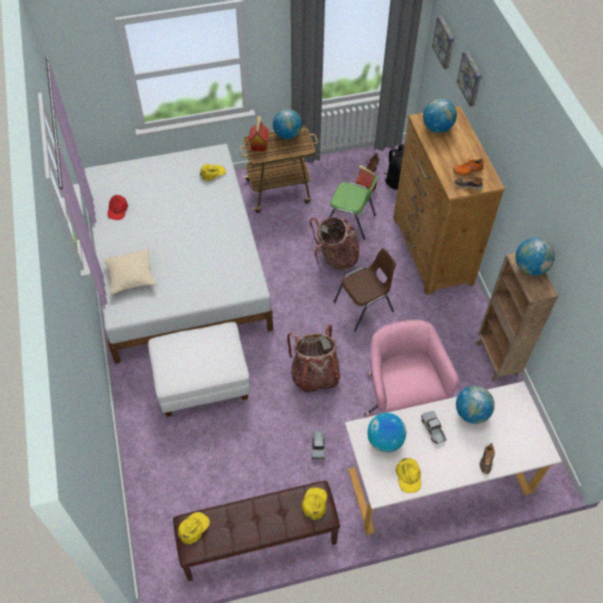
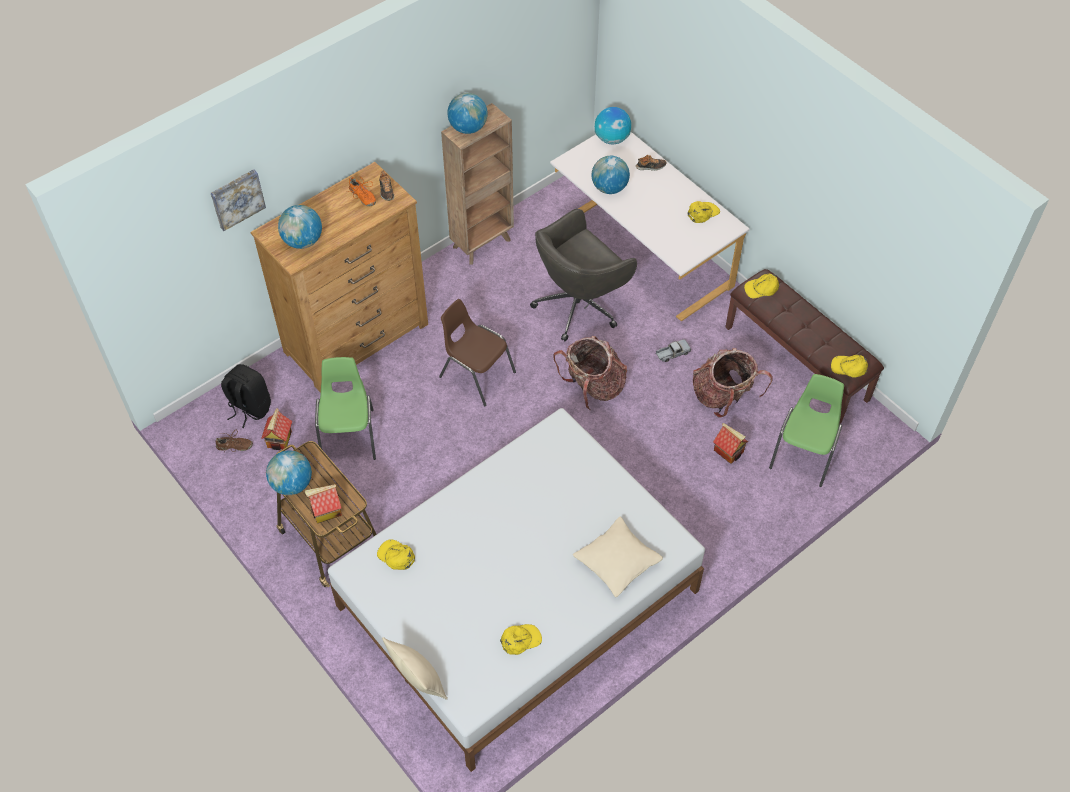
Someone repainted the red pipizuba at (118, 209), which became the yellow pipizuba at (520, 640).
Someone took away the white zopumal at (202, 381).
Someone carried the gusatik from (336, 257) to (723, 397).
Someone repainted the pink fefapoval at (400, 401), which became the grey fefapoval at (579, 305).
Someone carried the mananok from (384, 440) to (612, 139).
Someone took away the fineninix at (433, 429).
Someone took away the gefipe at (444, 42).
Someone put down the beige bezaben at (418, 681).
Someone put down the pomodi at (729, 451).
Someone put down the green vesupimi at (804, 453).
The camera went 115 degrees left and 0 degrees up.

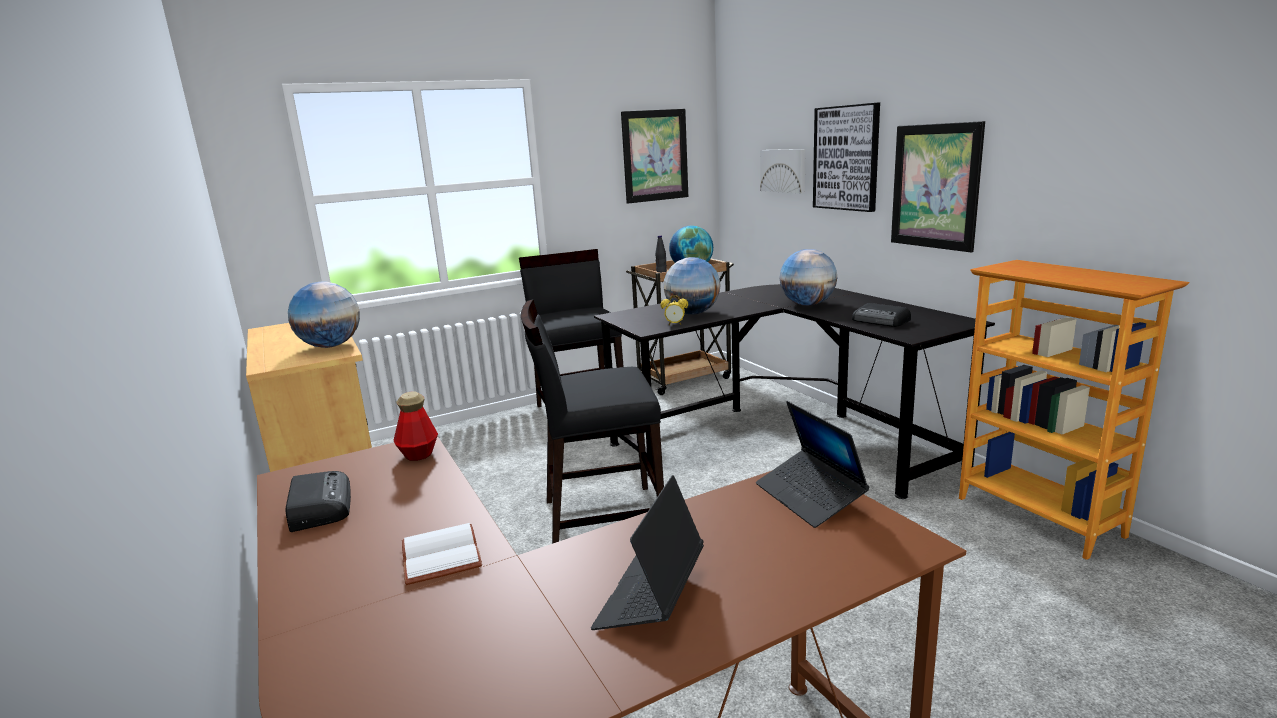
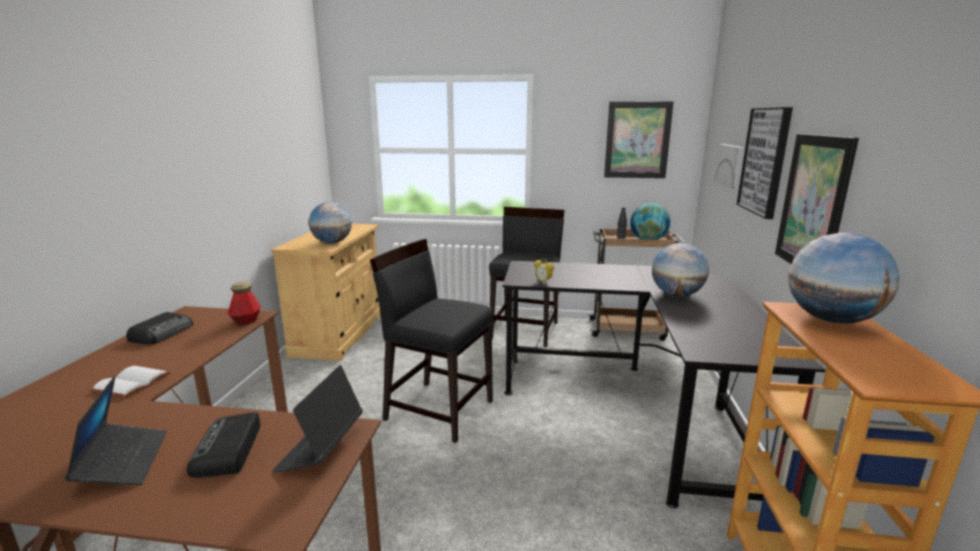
Someone rotated the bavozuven at (651, 598) by 105 degrees clockwise.
Someone carried the mananok from (693, 313) to (831, 320).
Someone carried the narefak from (881, 321) to (228, 451).
The camera went 35 degrees right and 0 degrees up.

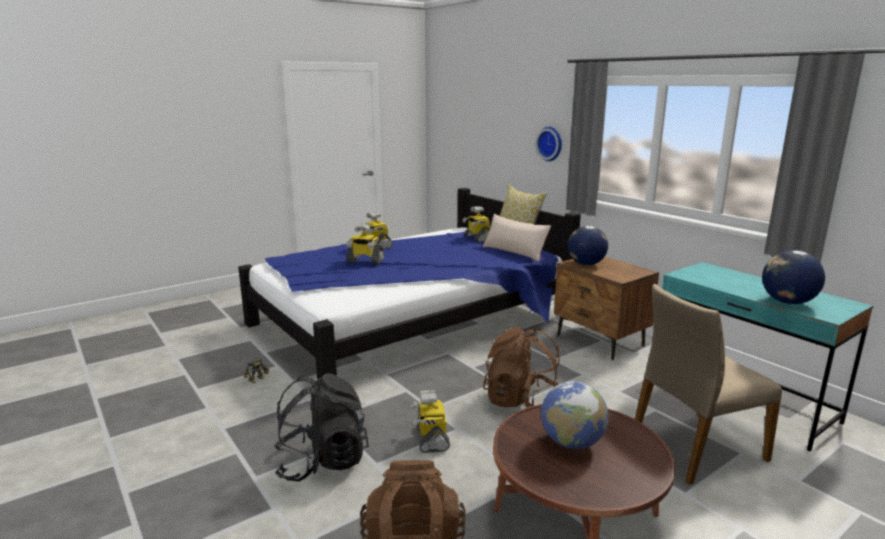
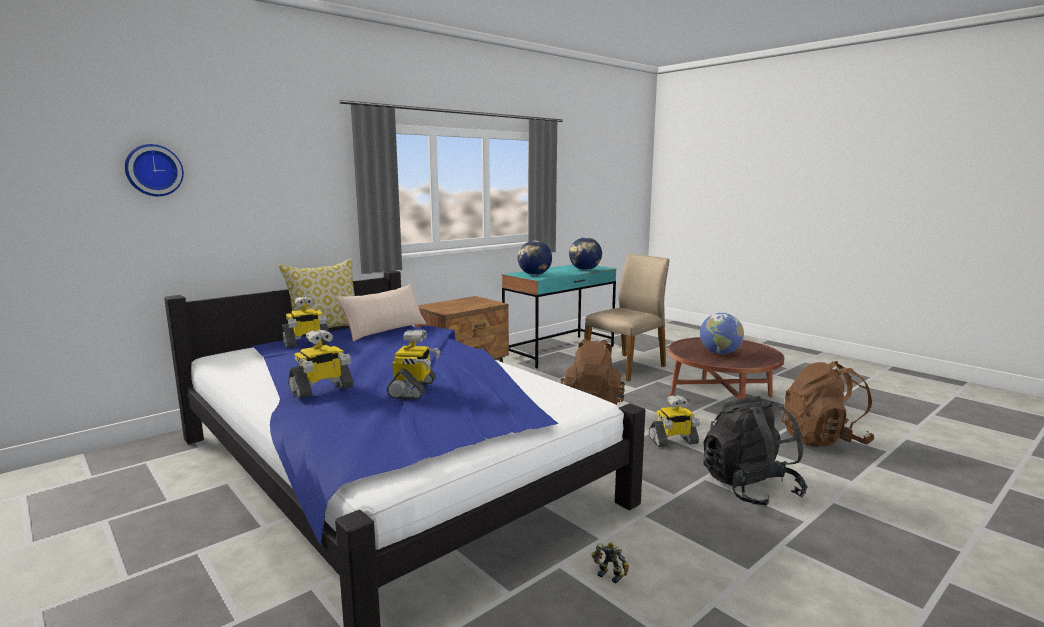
Someone carried the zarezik from (551, 143) to (153, 170).
Someone carried the mananok from (585, 264) to (534, 275).
Someone rotated the beige vesupimi at (695, 447) by 105 degrees counterclockwise.
The camera went 95 degrees left and 5 degrees down.

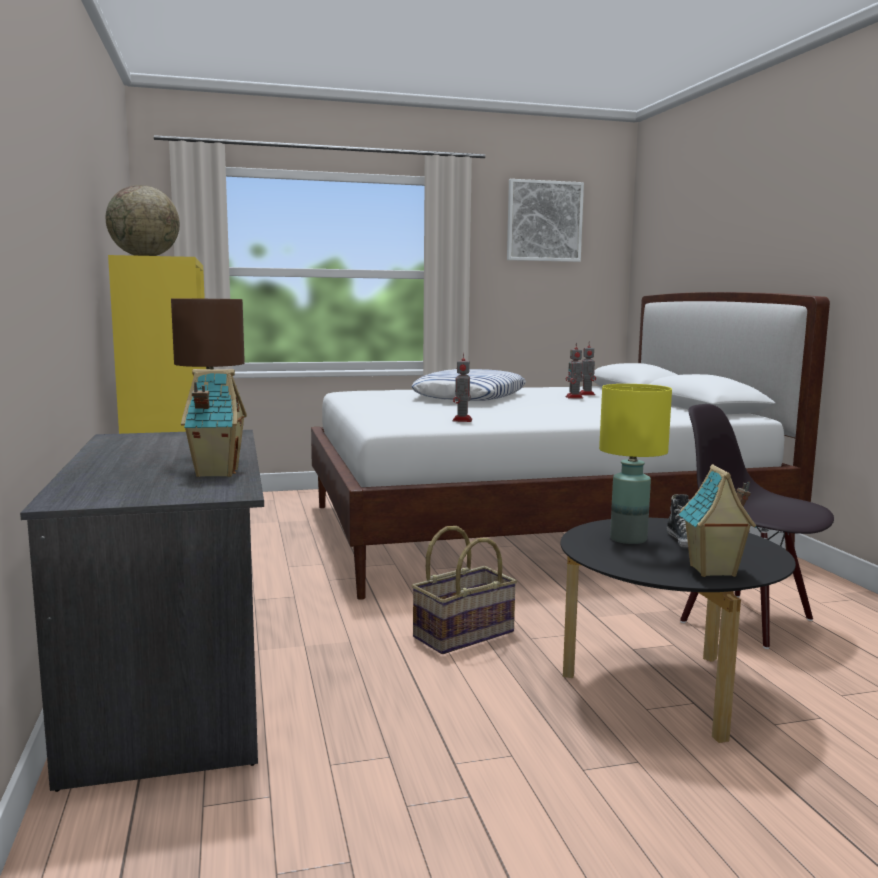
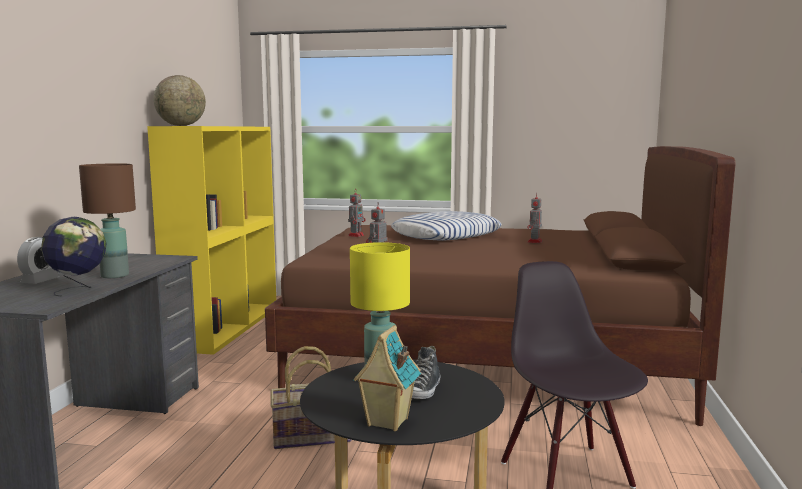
Someone swapped the pomodi at (215, 473) for the mananok at (78, 290).
Someone repainted the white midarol at (532, 532), which became the brown midarol at (485, 357).
Someone took away the gefipe at (544, 221).
Someone carried the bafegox from (586, 394) to (356, 235).
Someone put down the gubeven at (40, 281).
The camera went 25 degrees right and 0 degrees up.

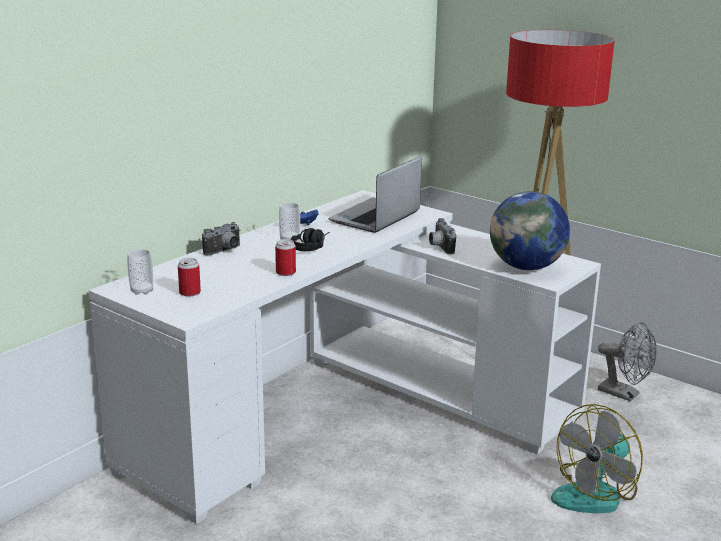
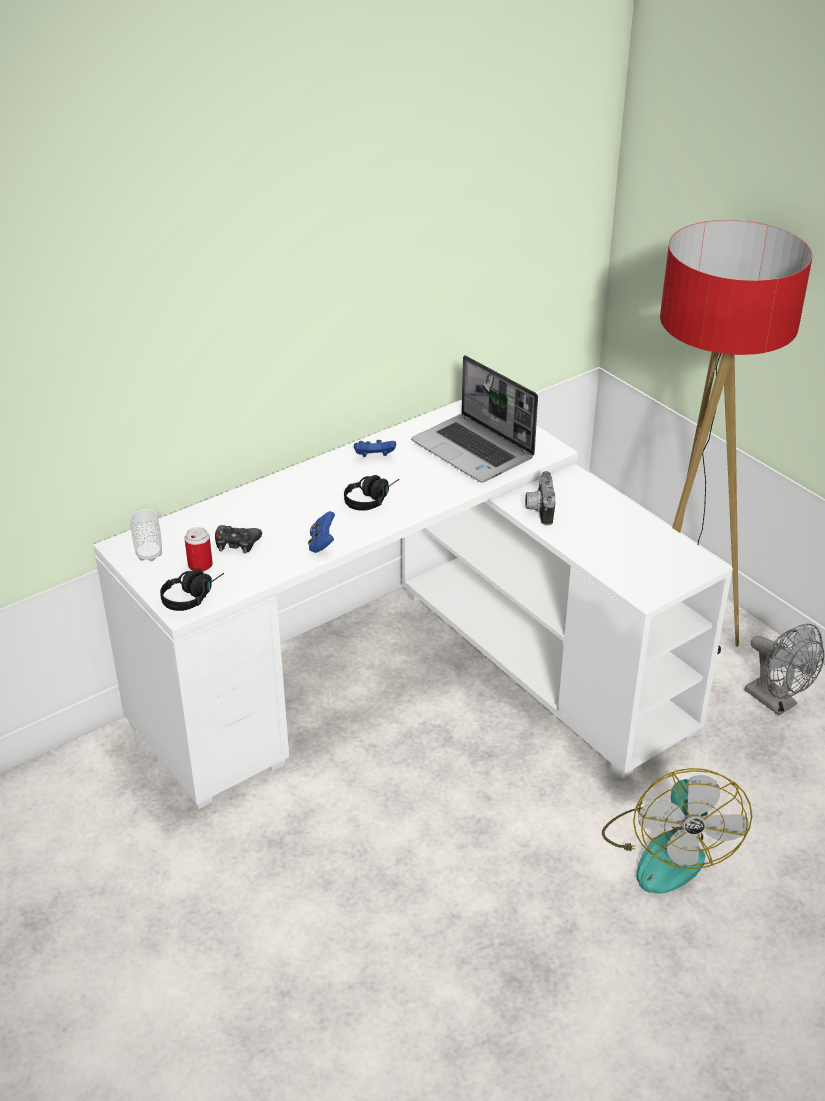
Someone took away the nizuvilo at (225, 251).
Someone swapped the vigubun at (285, 272) for the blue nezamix at (322, 543).
Someone took away the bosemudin at (289, 239).
Someone rotated the bavozuven at (375, 218) by 90 degrees counterclockwise.
Someone took away the mananok at (526, 267).
Someone rotated the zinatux at (596, 493) by 60 degrees counterclockwise.
Someone put down the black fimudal at (193, 595).
Someone put down the black nezamix at (237, 543).
The camera went 15 degrees right and 15 degrees up.

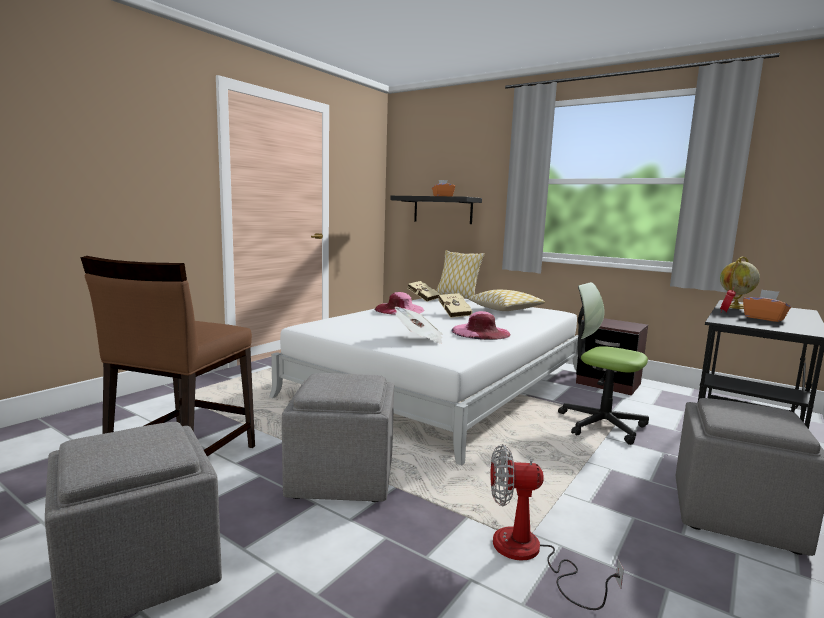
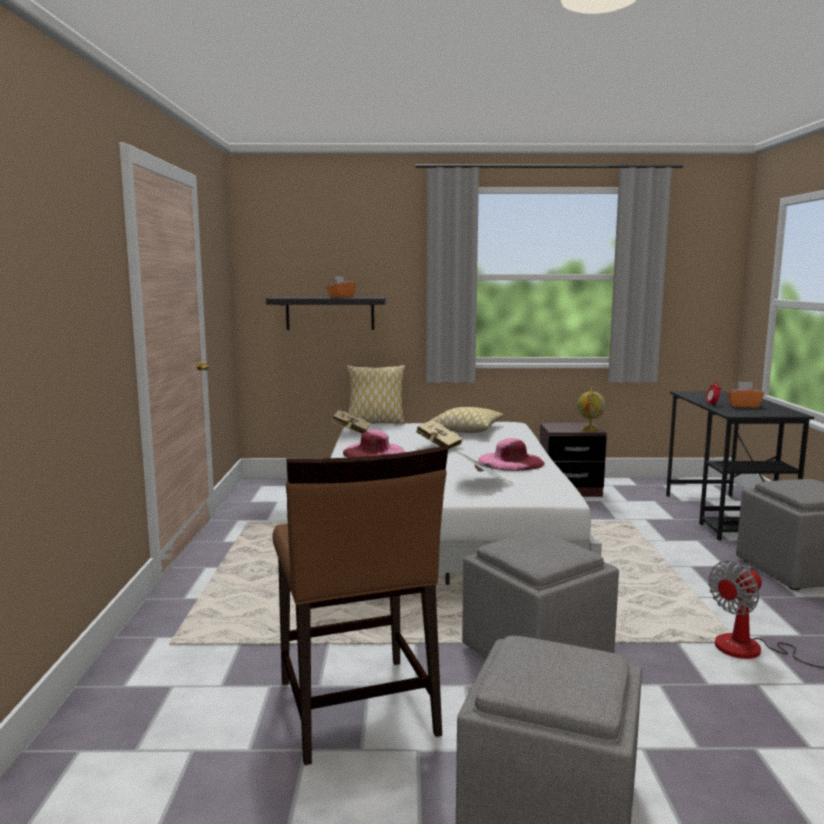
Someone took away the fefapoval at (601, 424).
Someone carried the mananok from (735, 307) to (590, 429).
The camera went 35 degrees left and 0 degrees up.

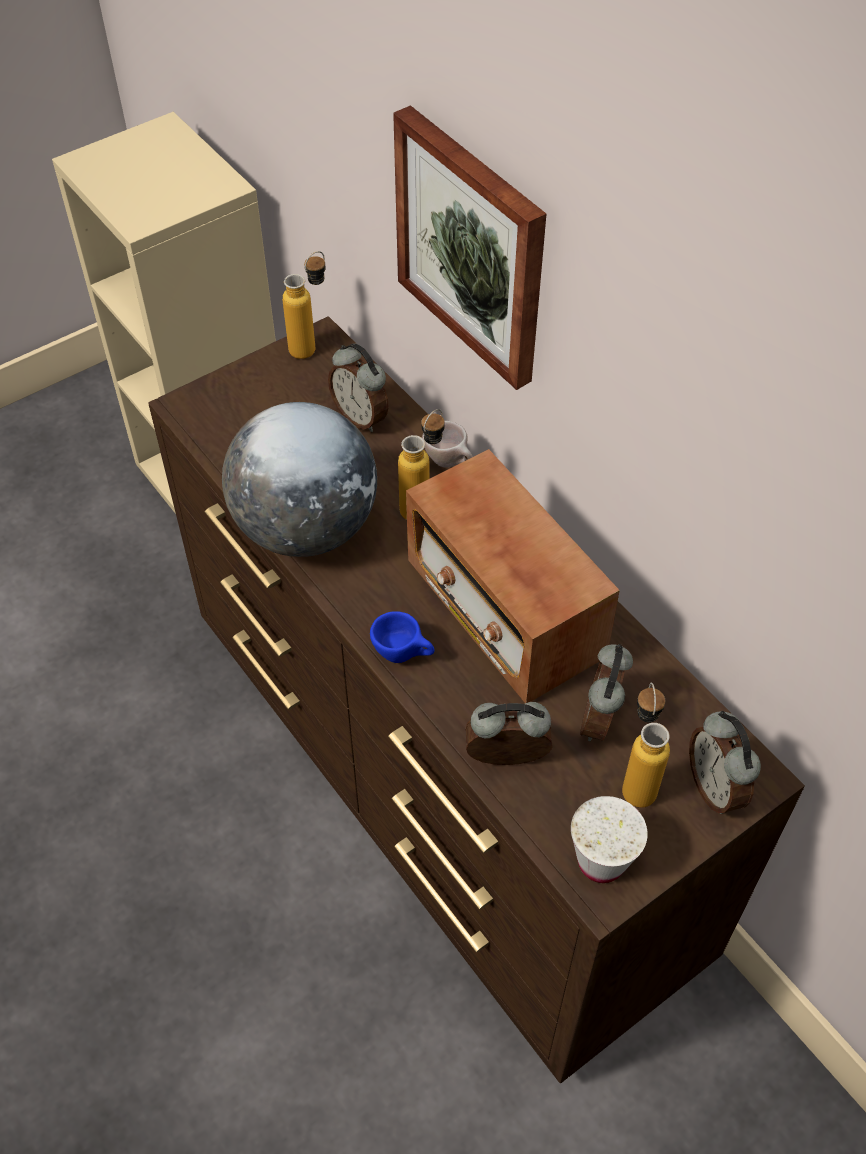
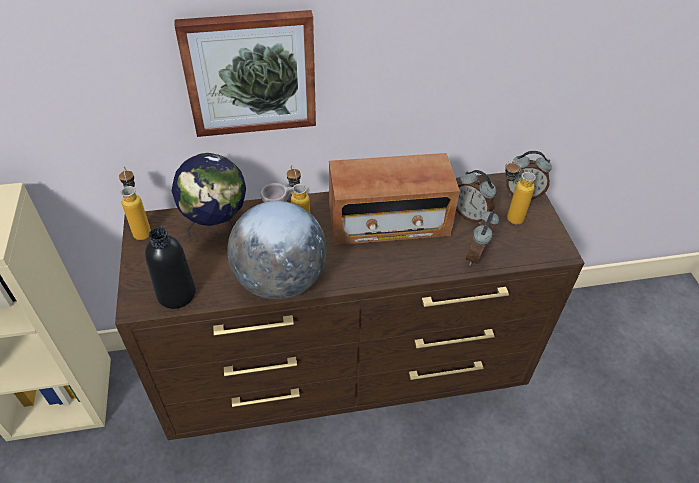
Someone swapped the gubeven at (361, 417) for the mananok at (217, 227).
Someone took away the blue bosemudin at (403, 654).
Someone took away the white bosemudin at (601, 862).
Someone put down the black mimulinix at (176, 294).
The camera went 65 degrees left and 5 degrees down.

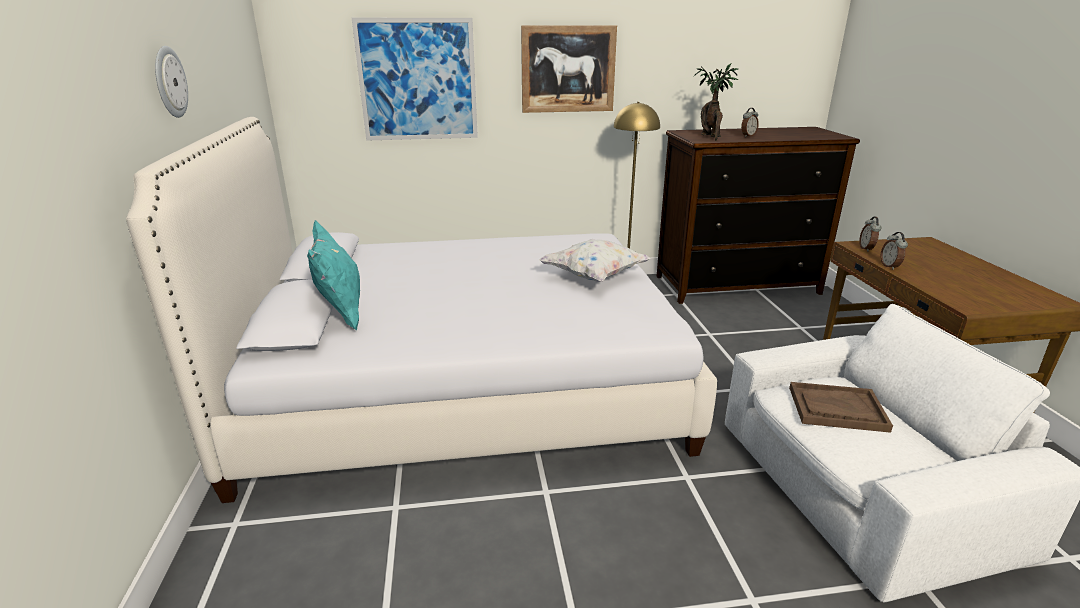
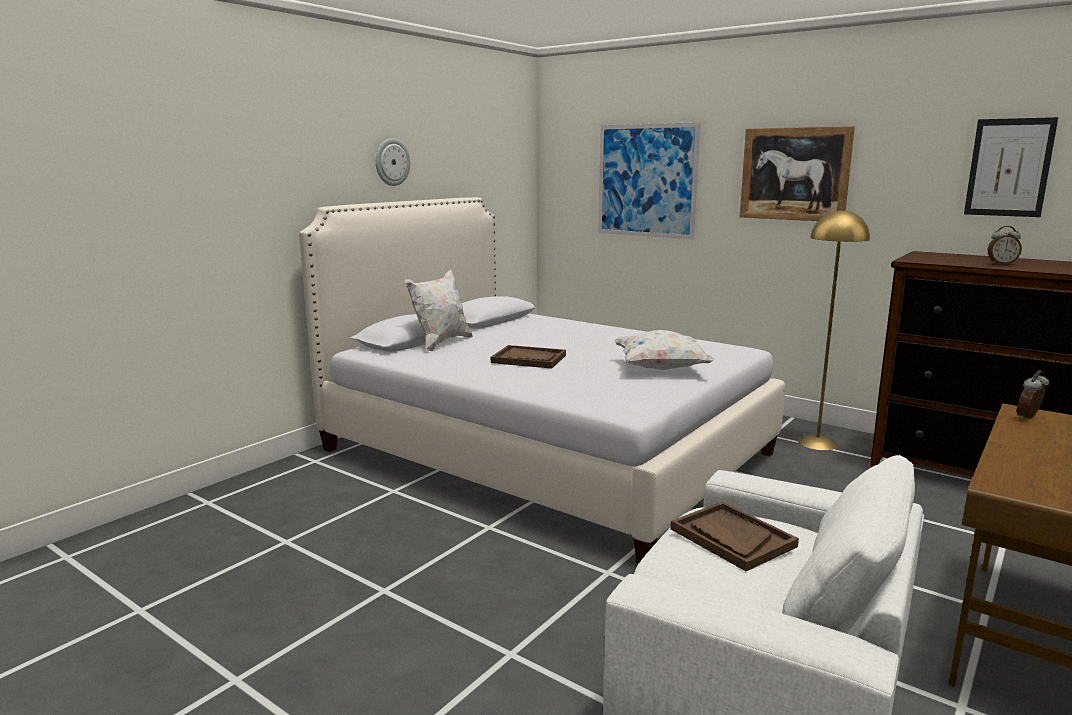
Someone repainted the turquoise bezaben at (341, 314), which became the white bezaben at (441, 343).
Someone took away the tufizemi at (711, 137).
Someone took away the gubeven at (890, 266).
Someone put down the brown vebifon at (529, 359).
Someone put up the gefipe at (1009, 167).
The camera went 45 degrees right and 10 degrees down.

